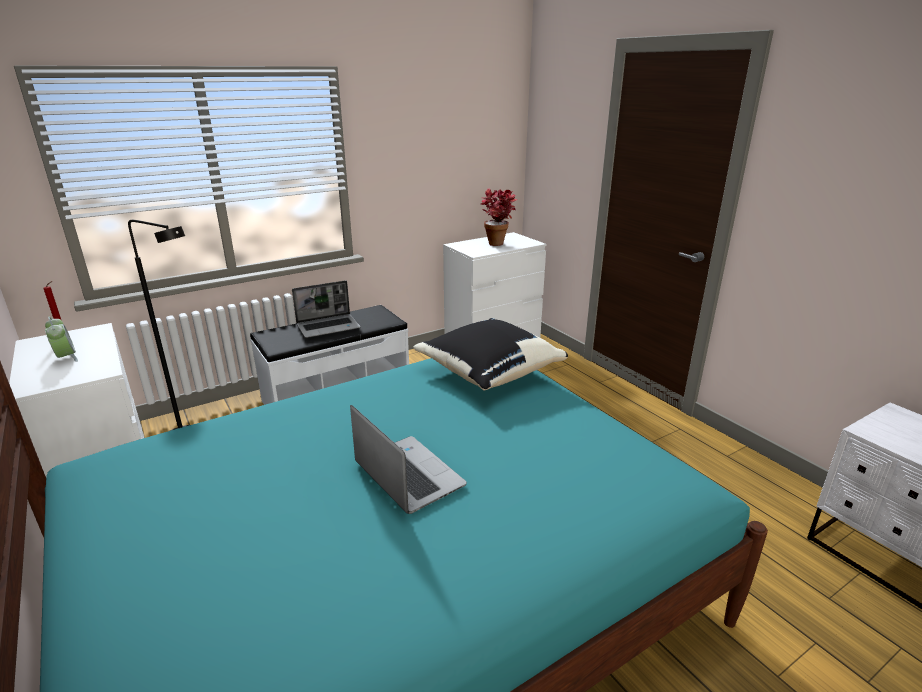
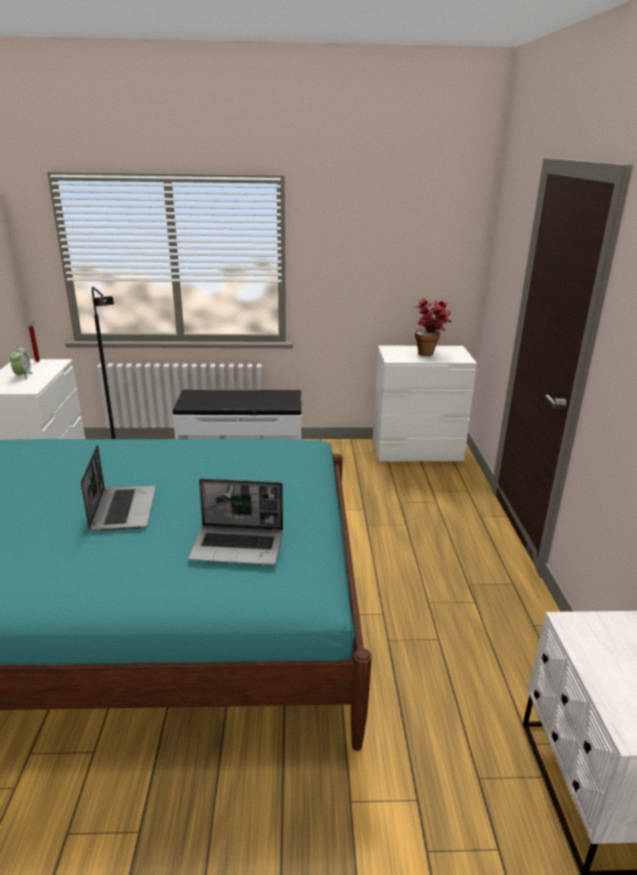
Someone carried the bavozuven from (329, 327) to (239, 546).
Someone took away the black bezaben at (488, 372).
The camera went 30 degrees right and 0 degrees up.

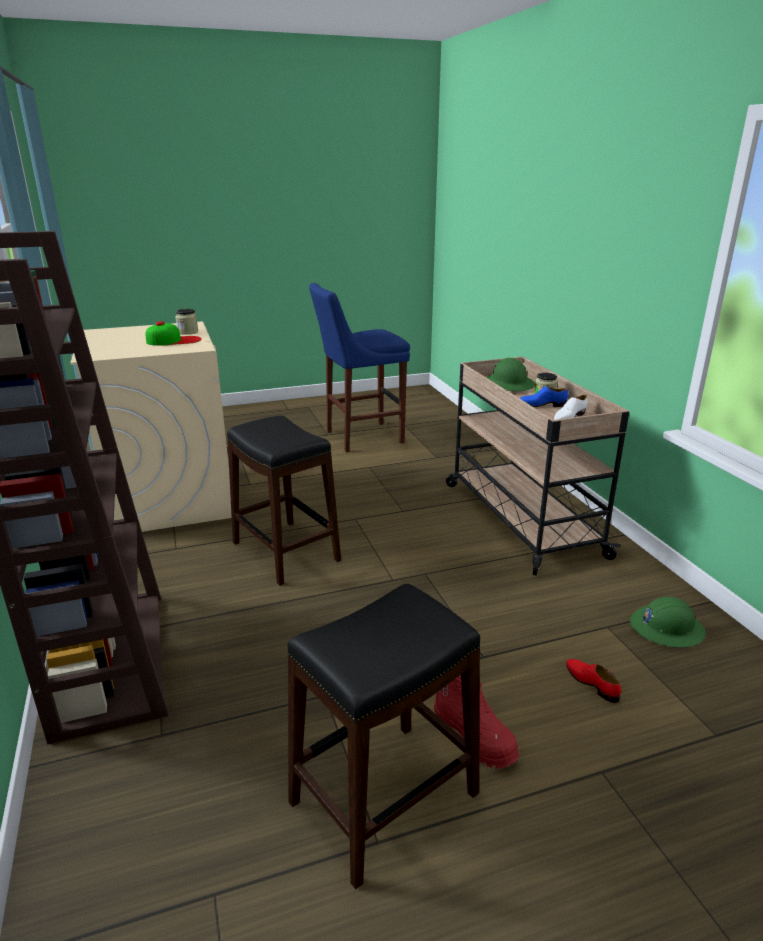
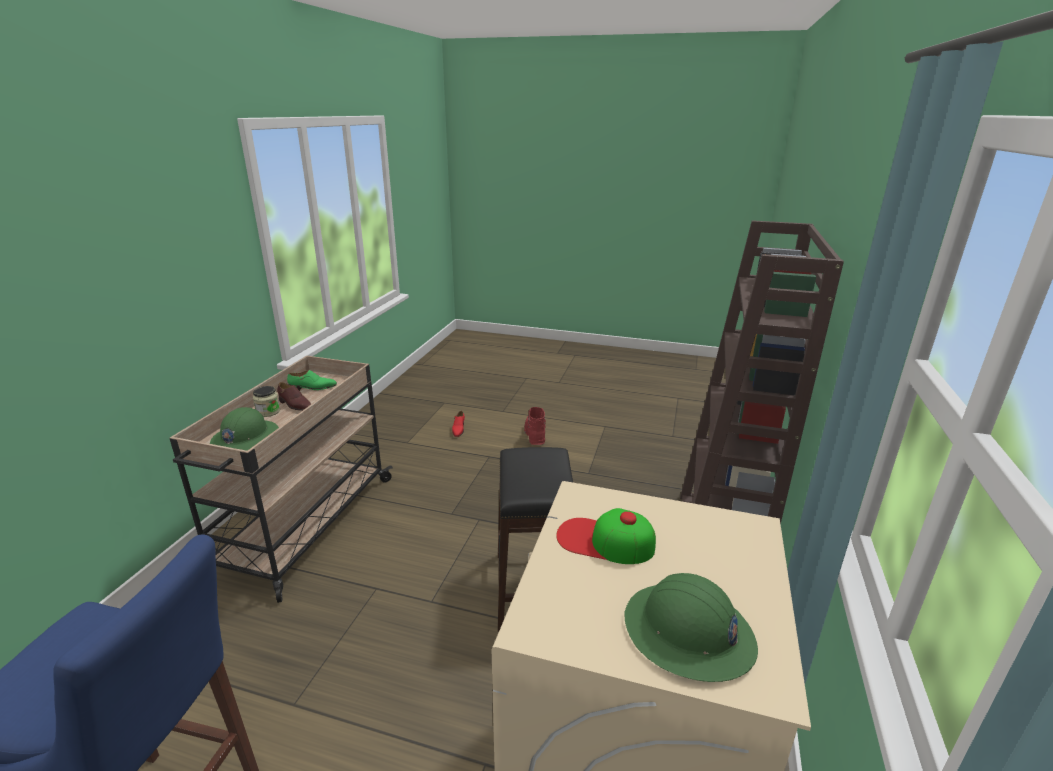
Someone took away the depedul at (188, 332).
Someone took away the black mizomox at (383, 798).
Someone repainted the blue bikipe at (542, 405), which became the brown bikipe at (294, 405).
Someone repainted the white bikipe at (569, 417), which became the green bikipe at (313, 388).
Someone carried the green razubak from (666, 628) to (688, 633).
The camera went 145 degrees left and 0 degrees up.

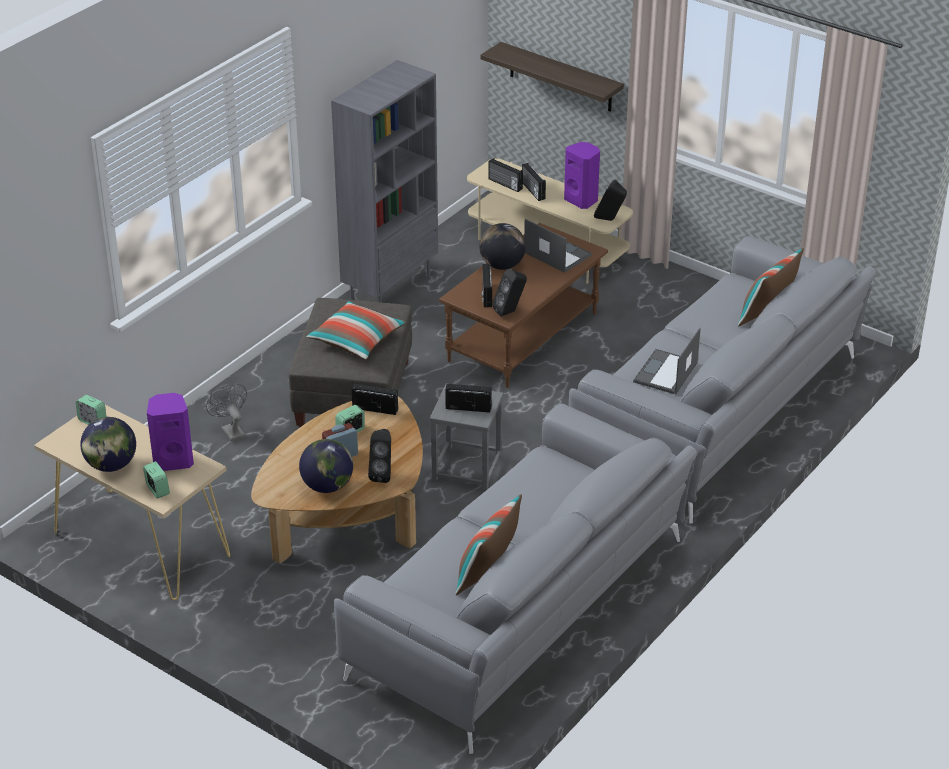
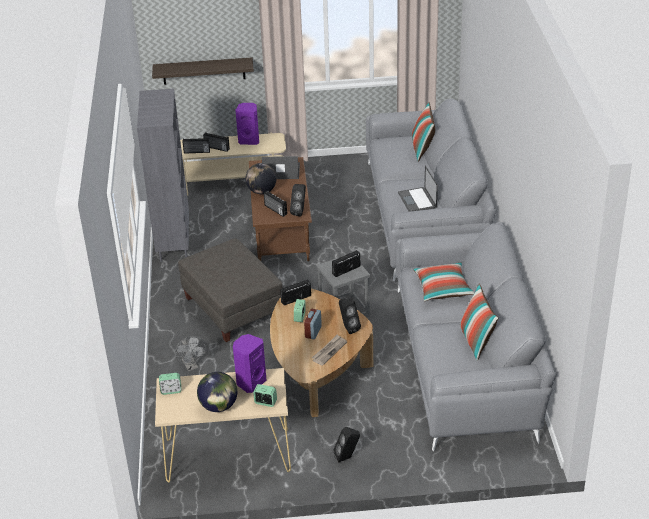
Someone rotated the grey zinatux at (231, 430) by 135 degrees counterclockwise.
Someone swapped the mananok at (327, 486) for the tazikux at (329, 351).
Someone carried the bezaben from (357, 340) to (443, 289).
Someone carried the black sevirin from (609, 220) to (347, 457).
The camera went 40 degrees left and 0 degrees up.

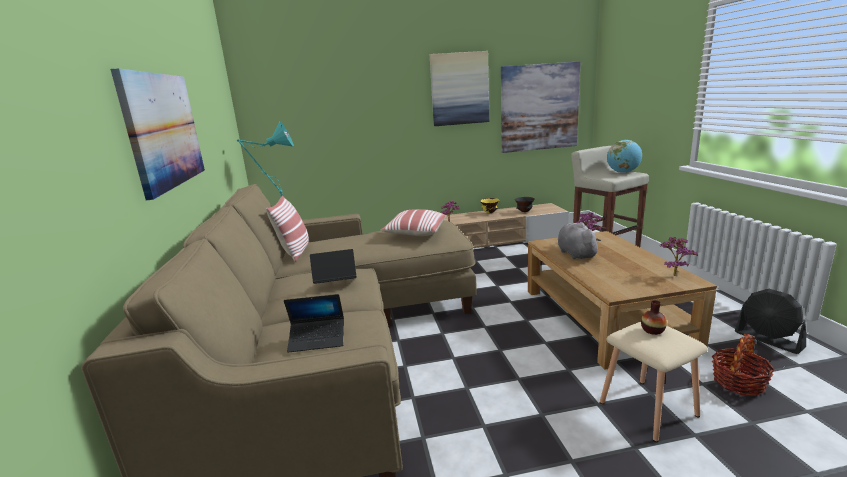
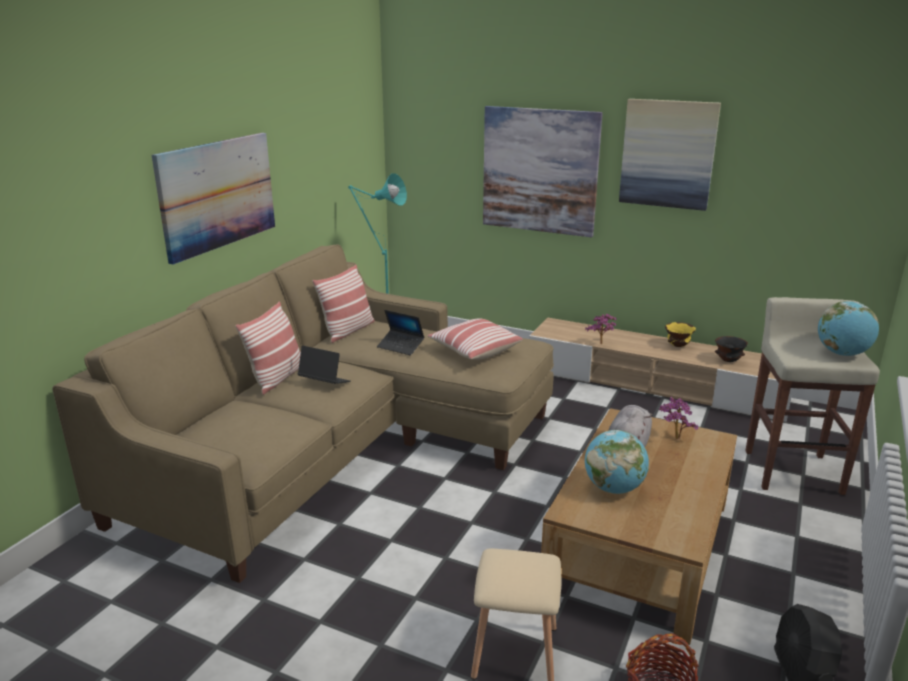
Someone carried the bavozuven from (317, 340) to (401, 346).
Someone carried the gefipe from (539, 107) to (539, 171).
Someone took away the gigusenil at (652, 330).
Someone took away the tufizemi at (673, 274).
Someone put down the bezaben at (277, 378).
Someone put down the mananok at (613, 488).
The camera went 35 degrees right and 5 degrees up.

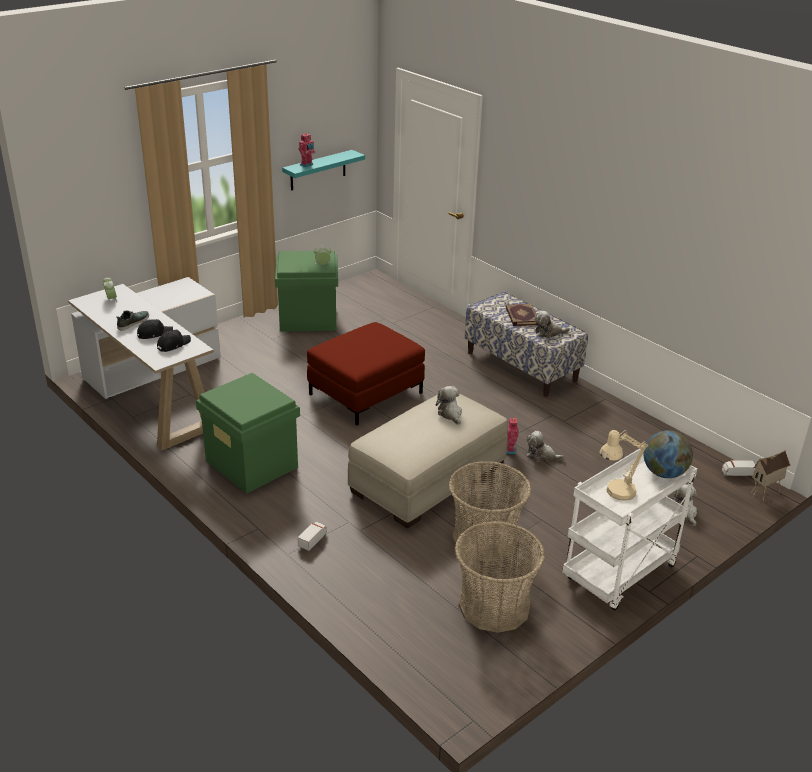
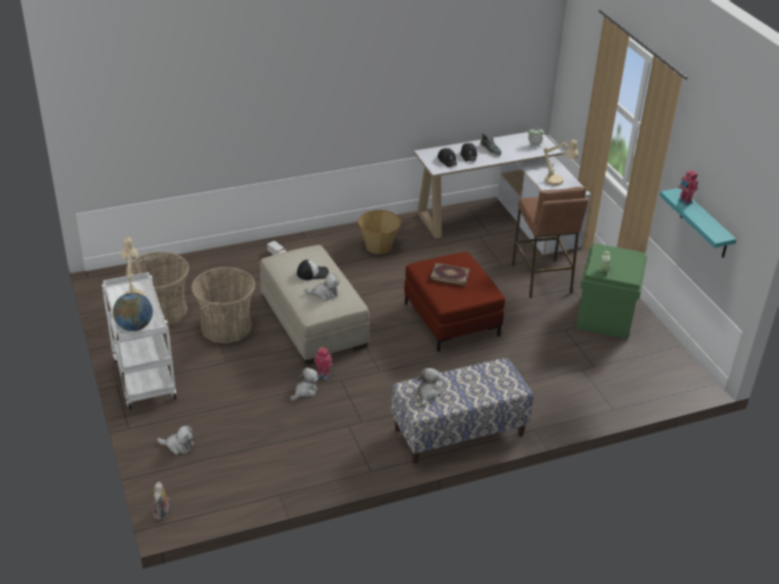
Someone swapped the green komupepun at (252, 464) for the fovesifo at (378, 246).
Someone carried the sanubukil from (521, 316) to (450, 275).
Someone took away the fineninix at (737, 473).
Someone swapped the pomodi at (764, 494) for the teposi at (162, 513).
Someone put down the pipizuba at (313, 273).
Someone put down the brown mizomox at (541, 279).
Someone put down the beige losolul at (557, 182).
The camera went 110 degrees right and 5 degrees up.

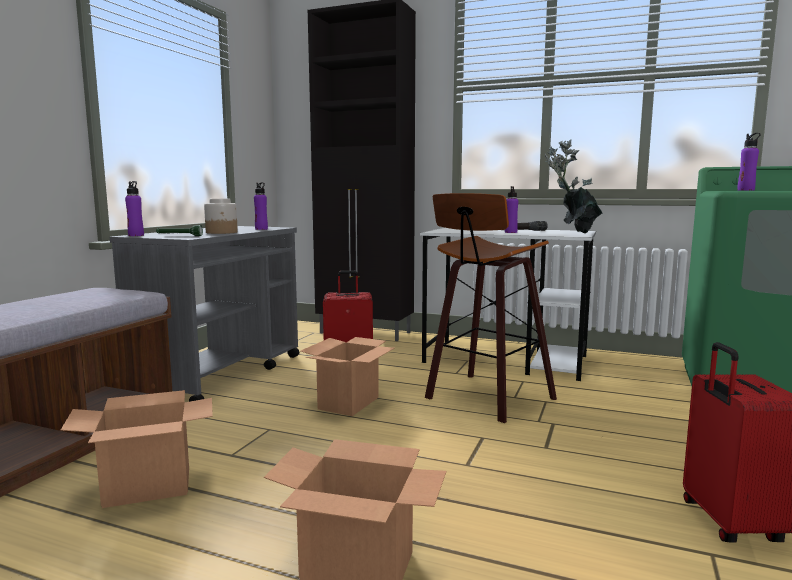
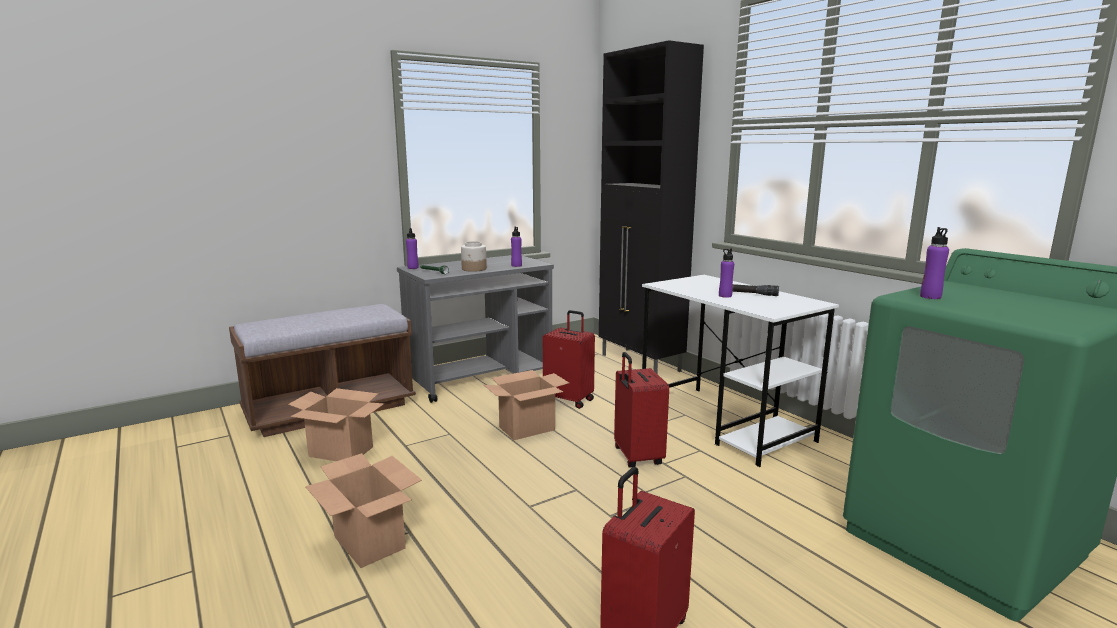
Someone swapped the mizomox at (486, 398) for the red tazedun at (636, 457).
Someone took away the tufizemi at (573, 233).
The camera went 35 degrees right and 5 degrees up.

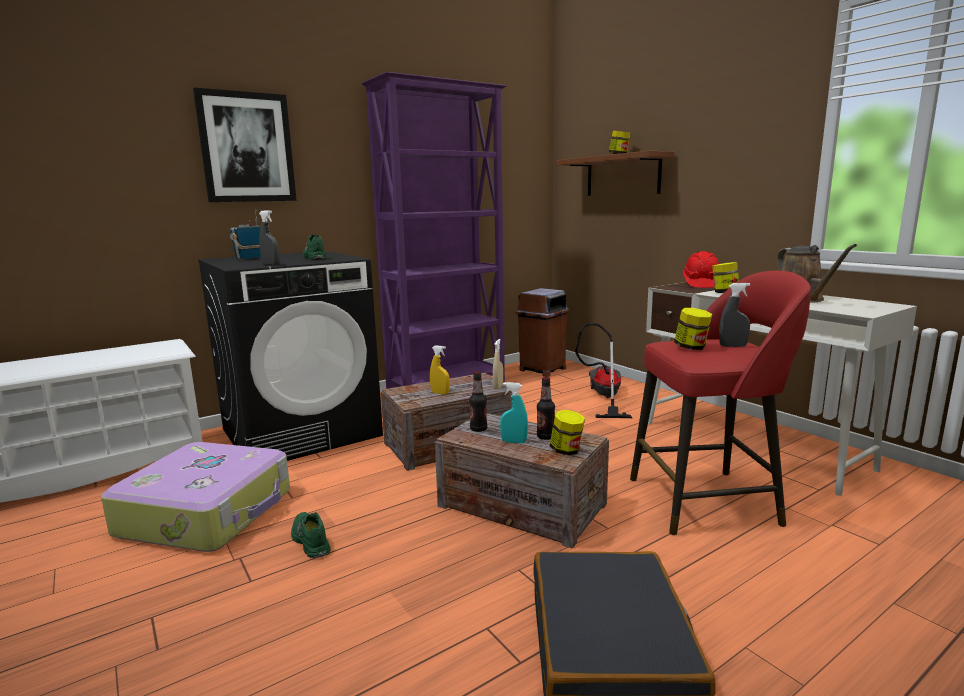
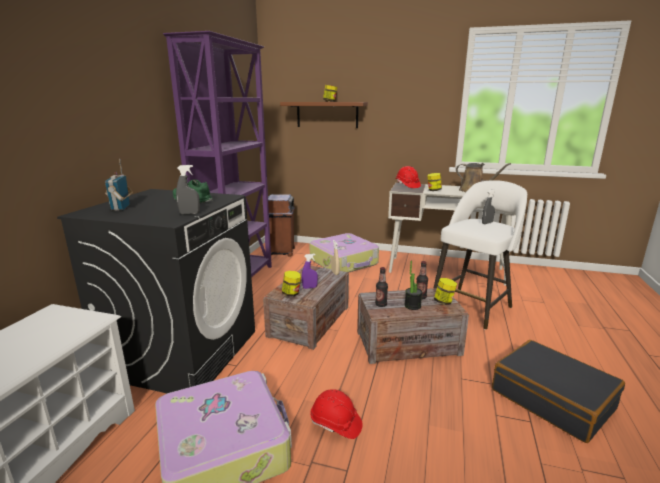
Someone took away the gefipe at (247, 148).
Someone swapped the green bikipe at (309, 541) for the red razubak at (336, 424).
Someone repainted the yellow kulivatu at (440, 393), which became the purple kulivatu at (309, 287).
Someone swapped the turquoise kulivatu at (514, 442) for the tufizemi at (412, 306).
Someone swapped the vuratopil at (603, 397) for the tazedun at (344, 262).
Someone repainted the red mizomox at (707, 501), which became the white mizomox at (472, 306).
Someone carried the depedul from (691, 347) to (291, 294).
The camera went 40 degrees left and 5 degrees up.

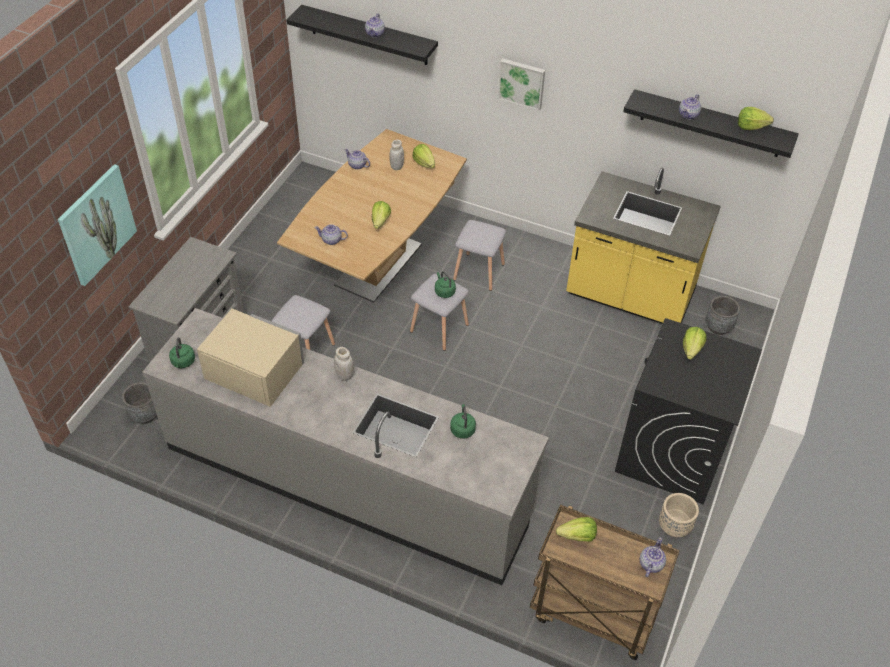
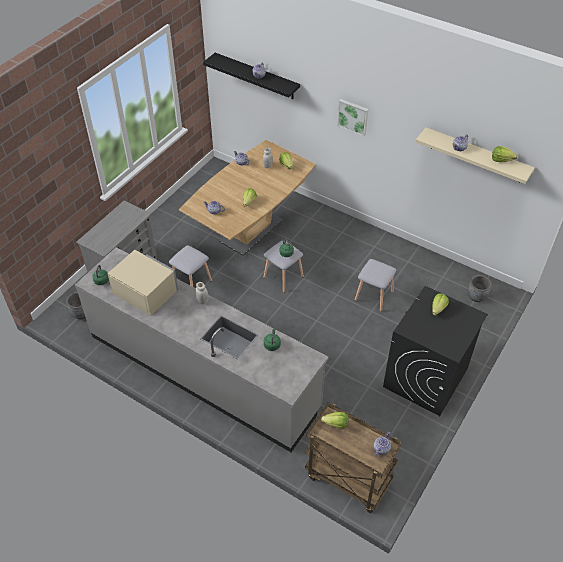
Someone took away the gefipe at (97, 224).
Someone carried the grey mizomox from (479, 272) to (374, 296).
Someone took away the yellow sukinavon at (630, 295).
Someone repainted the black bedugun at (711, 124), which became the beige bedugun at (476, 155).
Someone took away the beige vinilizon at (674, 527).
The camera went 10 degrees right and 0 degrees up.

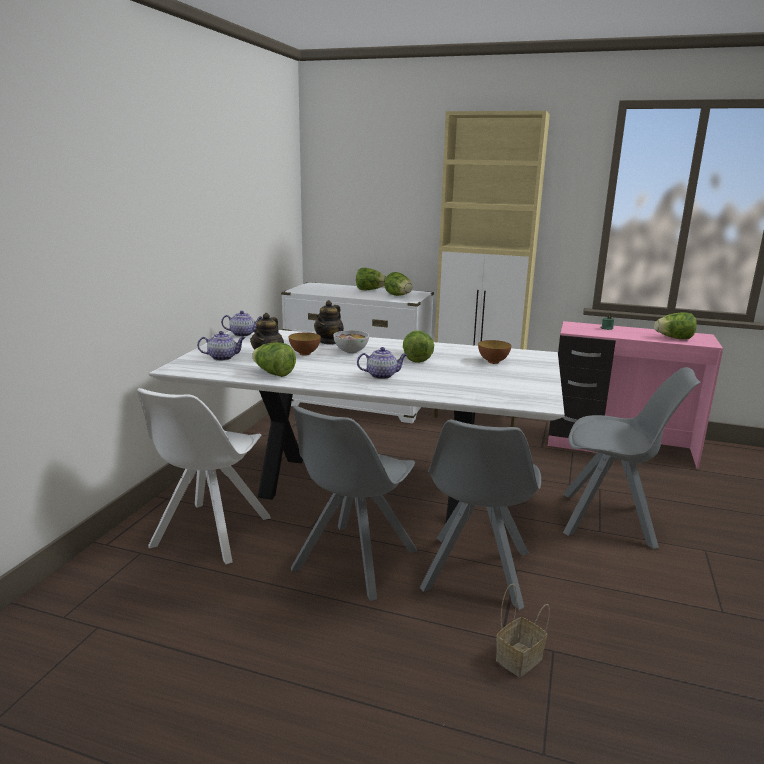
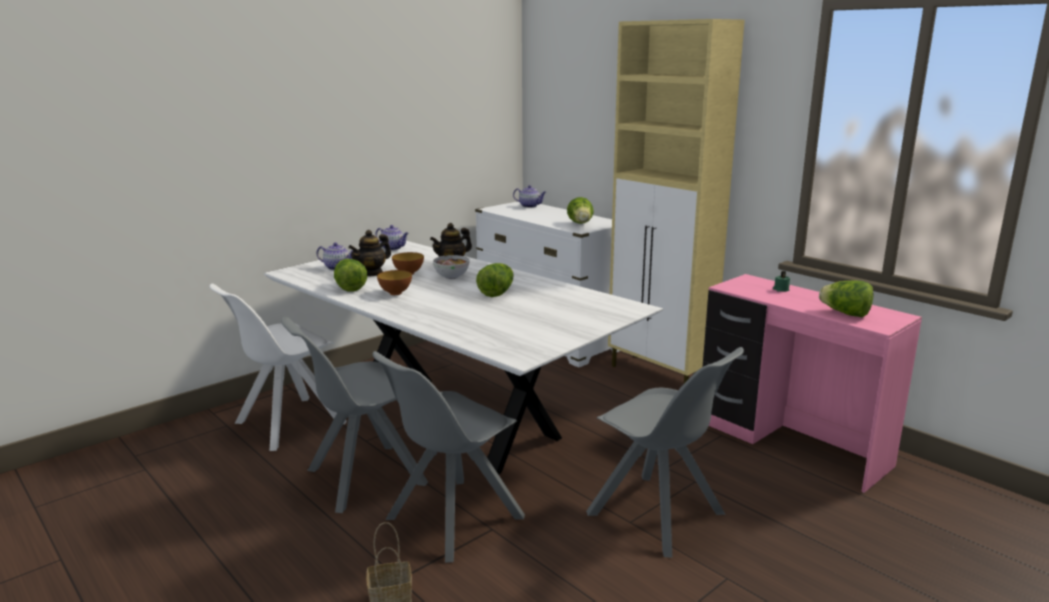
Someone took away the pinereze at (370, 290).
Someone carried the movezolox from (382, 375) to (530, 206).
Someone carried the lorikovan from (493, 362) to (395, 293).
The camera went 30 degrees right and 0 degrees up.

